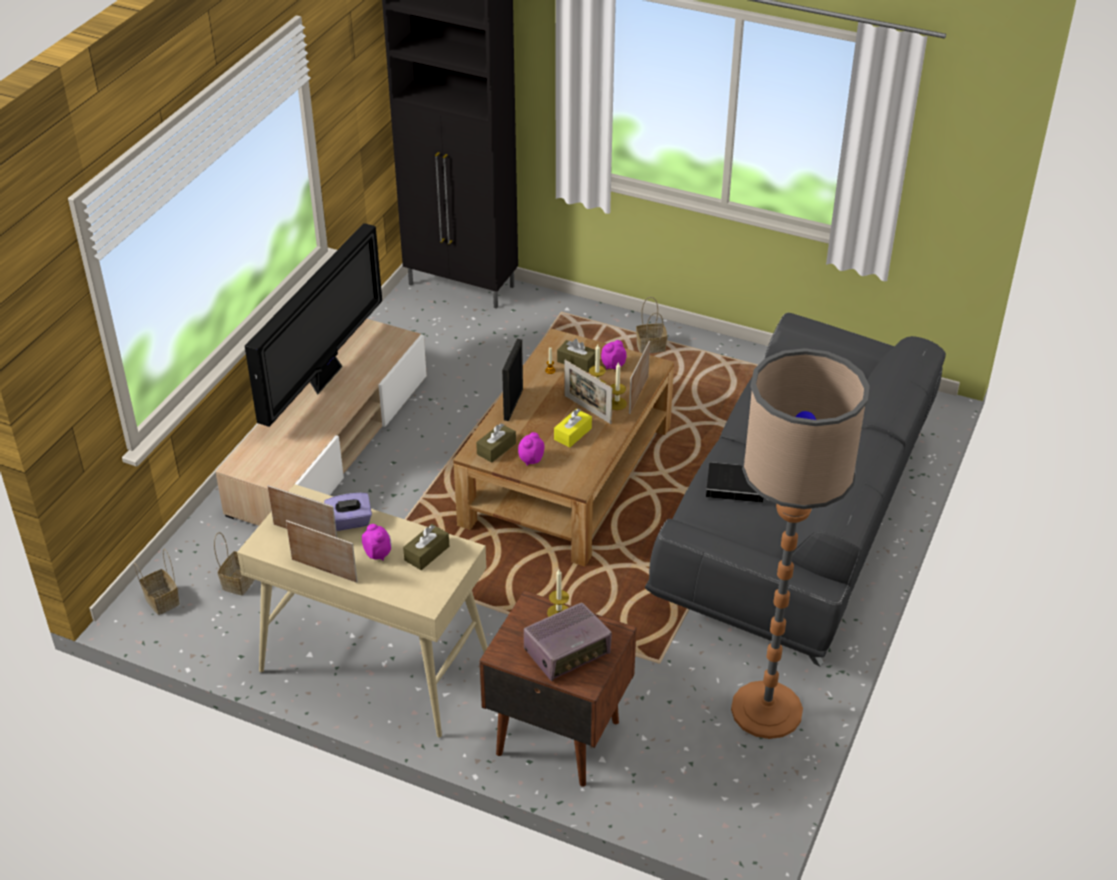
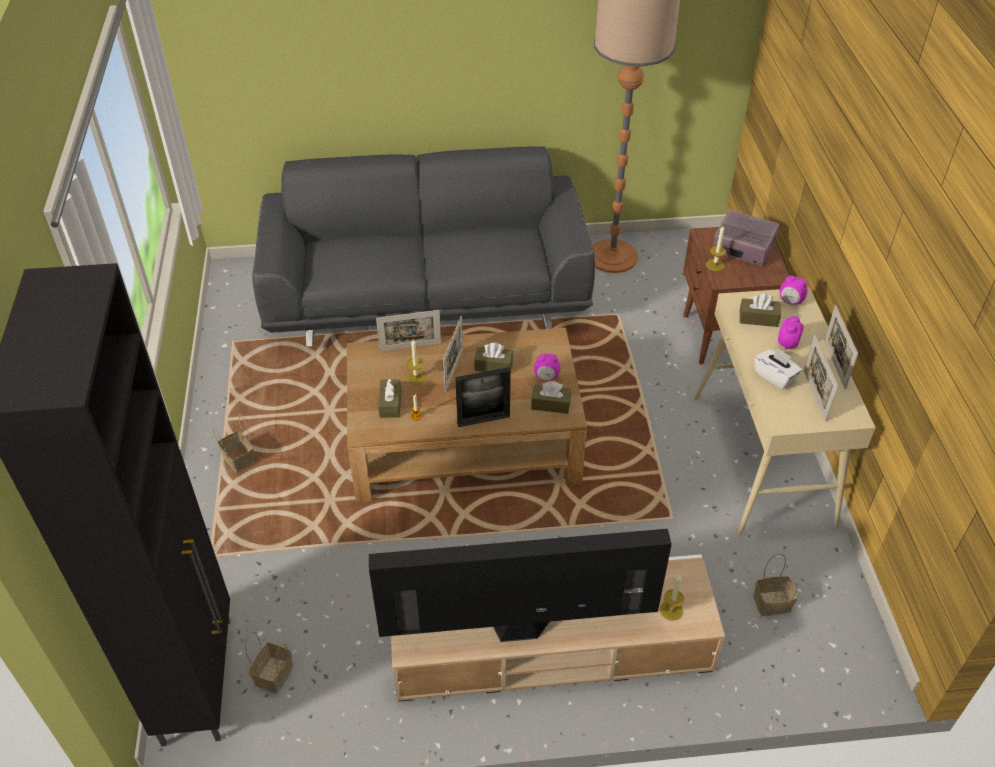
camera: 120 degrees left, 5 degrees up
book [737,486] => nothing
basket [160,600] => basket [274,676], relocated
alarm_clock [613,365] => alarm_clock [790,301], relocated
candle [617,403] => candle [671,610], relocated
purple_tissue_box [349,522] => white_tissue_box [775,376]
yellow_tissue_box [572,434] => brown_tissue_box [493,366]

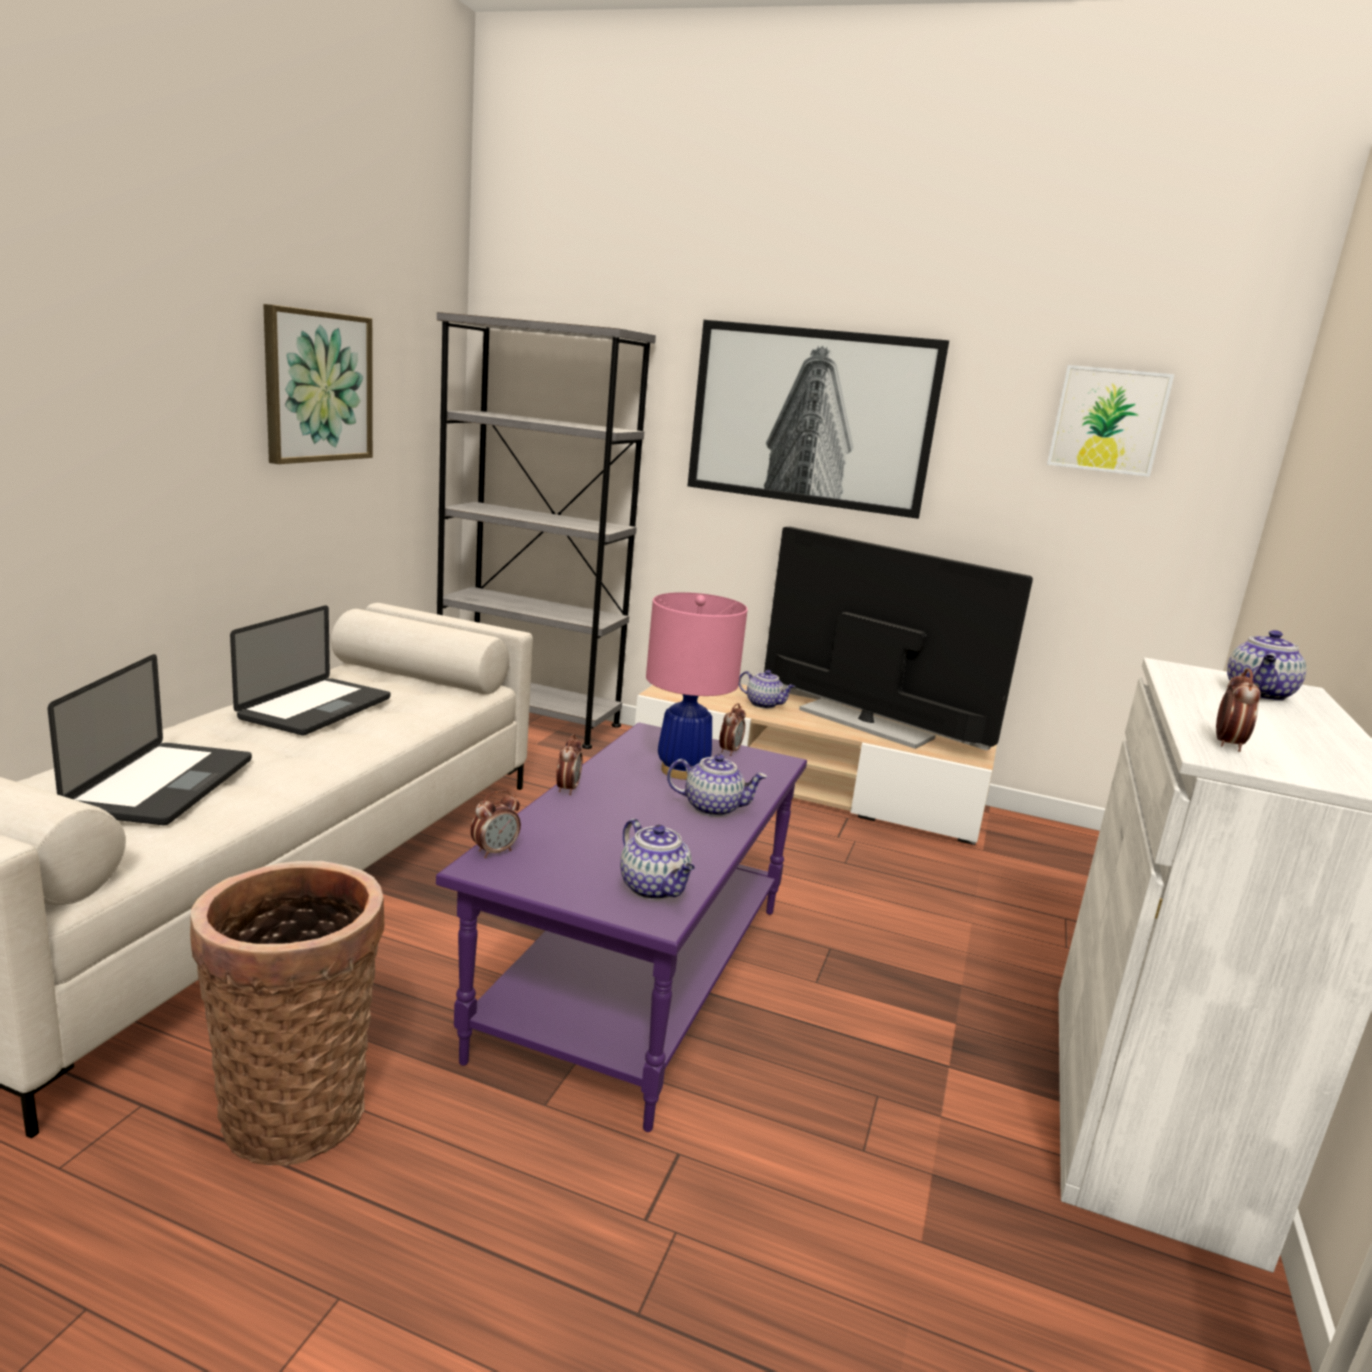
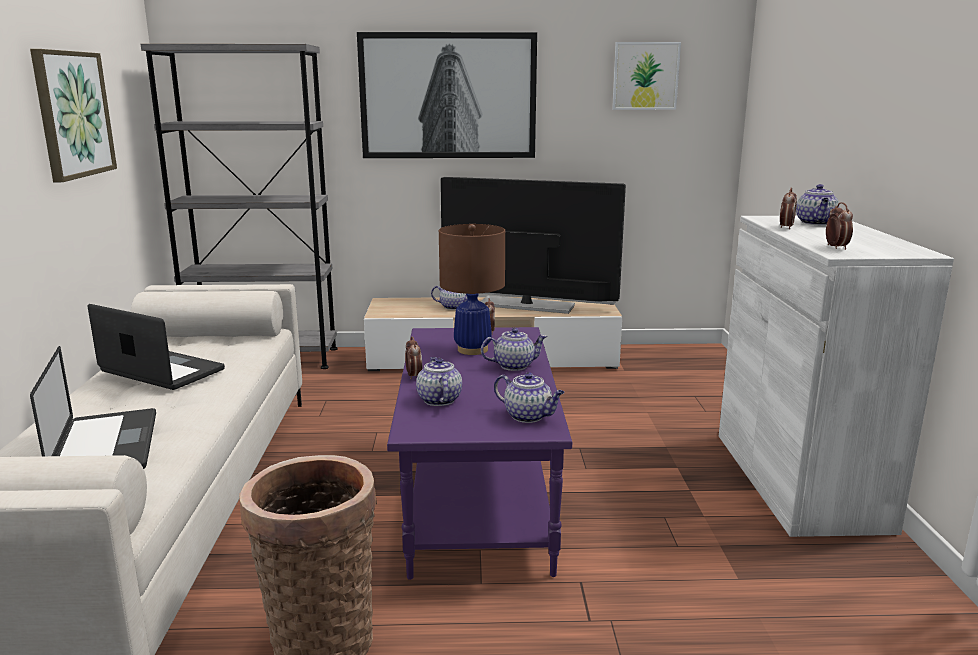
camera: 20 degrees left, 0 degrees up
nothing => teapot [438,400]
alarm_clock [495,852] => alarm_clock [786,227], relocated
pink_table_lamp [683,771] => brown_table_lamp [473,349]
laptop [316,708] => laptop [162,371], 60 degrees counterclockwise

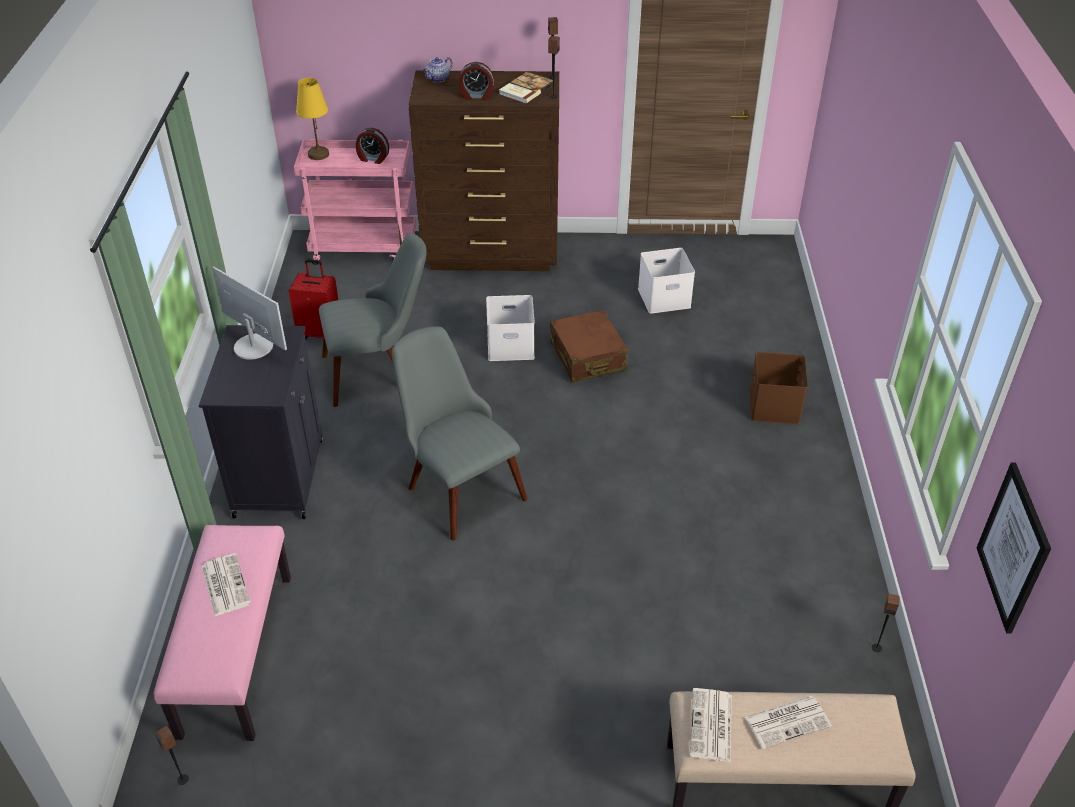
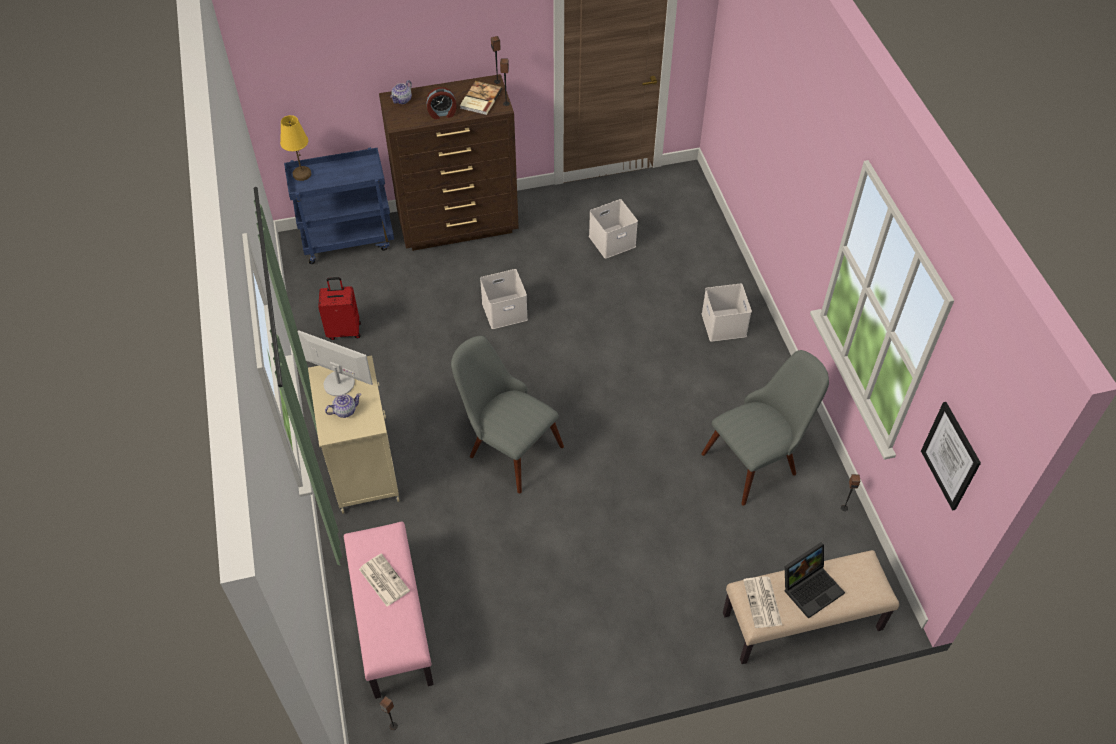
camera: 15 degrees left, 10 degrees up
alarm_clock [373,159] => nothing
brown_suitcase [587,357] => nothing
nothing => teapot [344,411]
grey_chair [379,371] => grey_chair [758,458], relocated
newspaper [788,721] => laptop [811,587]
black_cabinet [279,476] => beige_cabinet [364,468]
pink_cart [365,249] => blue_cart [349,240]
brown_storage_box [775,406] => white_storage_box [724,325]

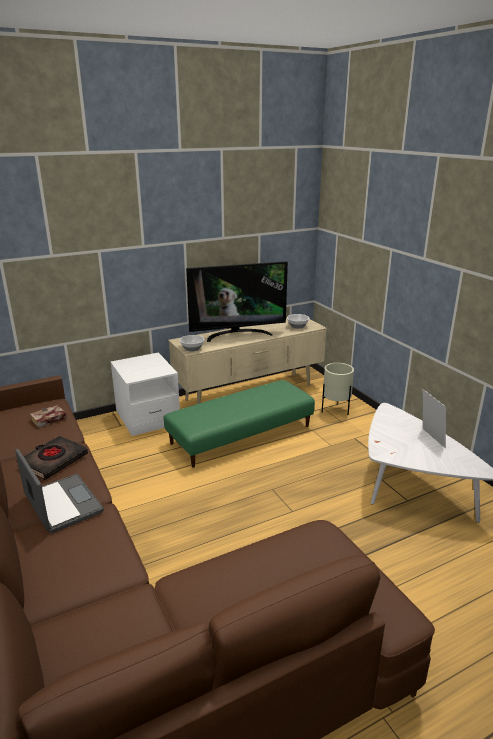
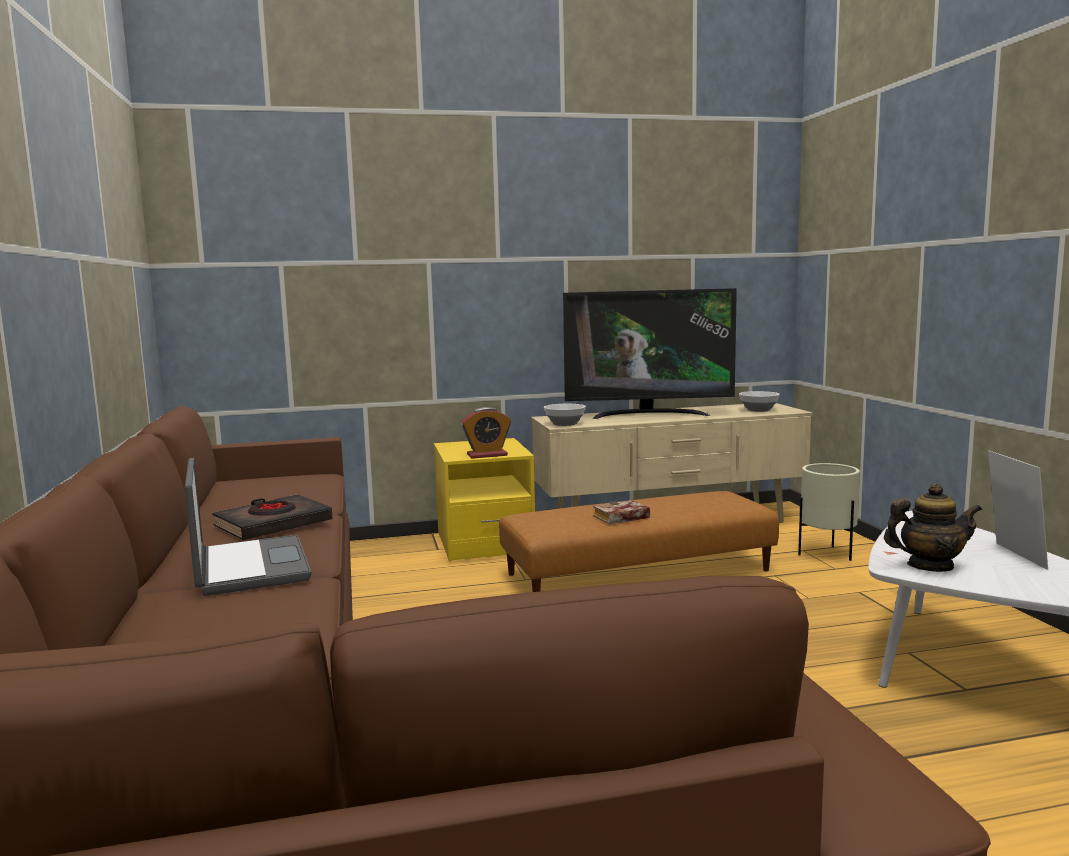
camera: 15 degrees right, 15 degrees down
nothing => alarm_clock [487,455]
nothing => teapot [929,566]
book [48,420] => book [620,518], relocated
white_nightstand [147,418] => yellow_nightstand [485,543]
green_ottoman [241,434] => brown_ottoman [637,572]

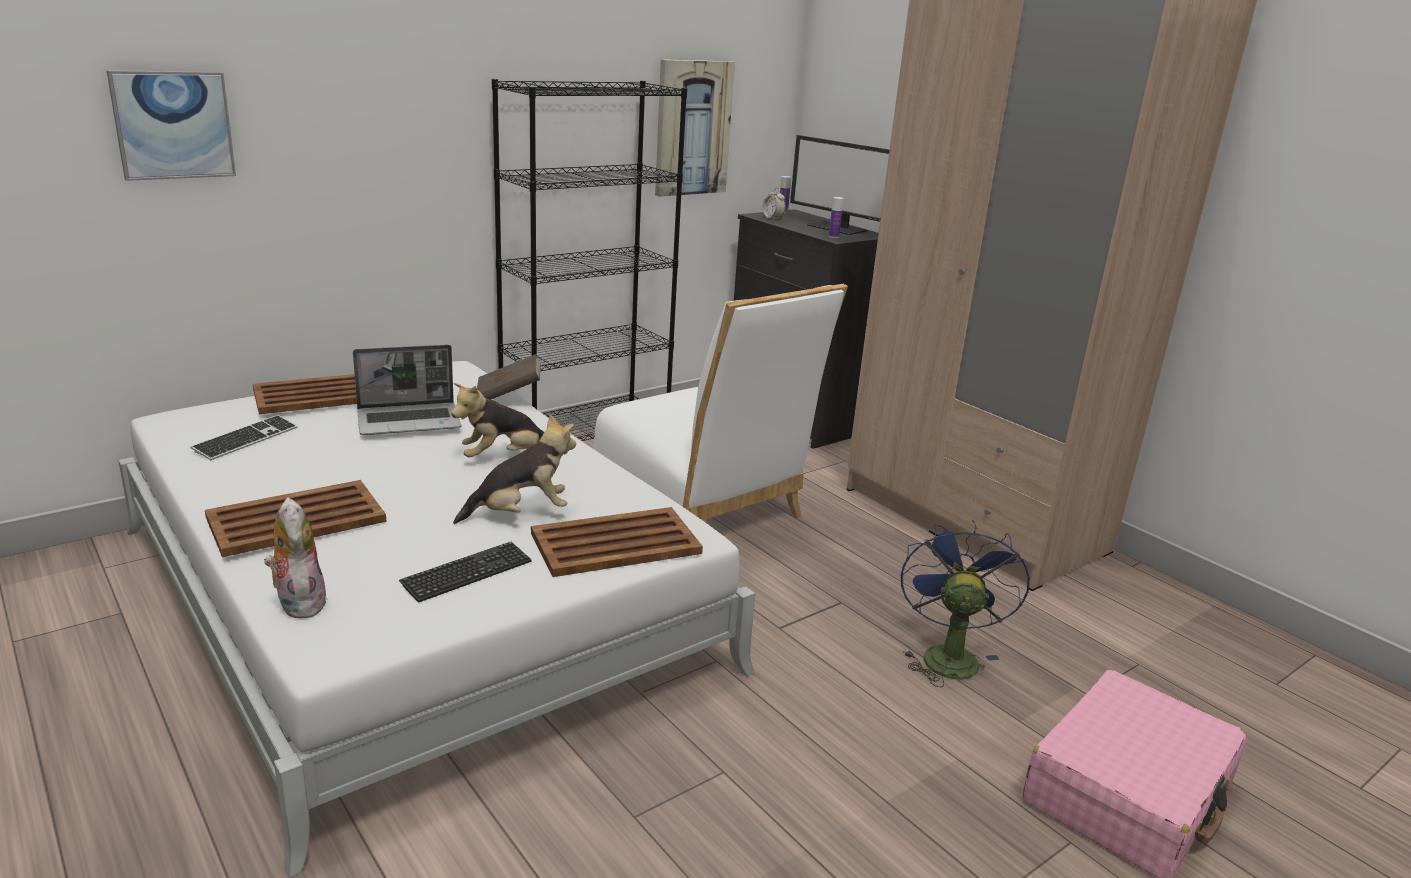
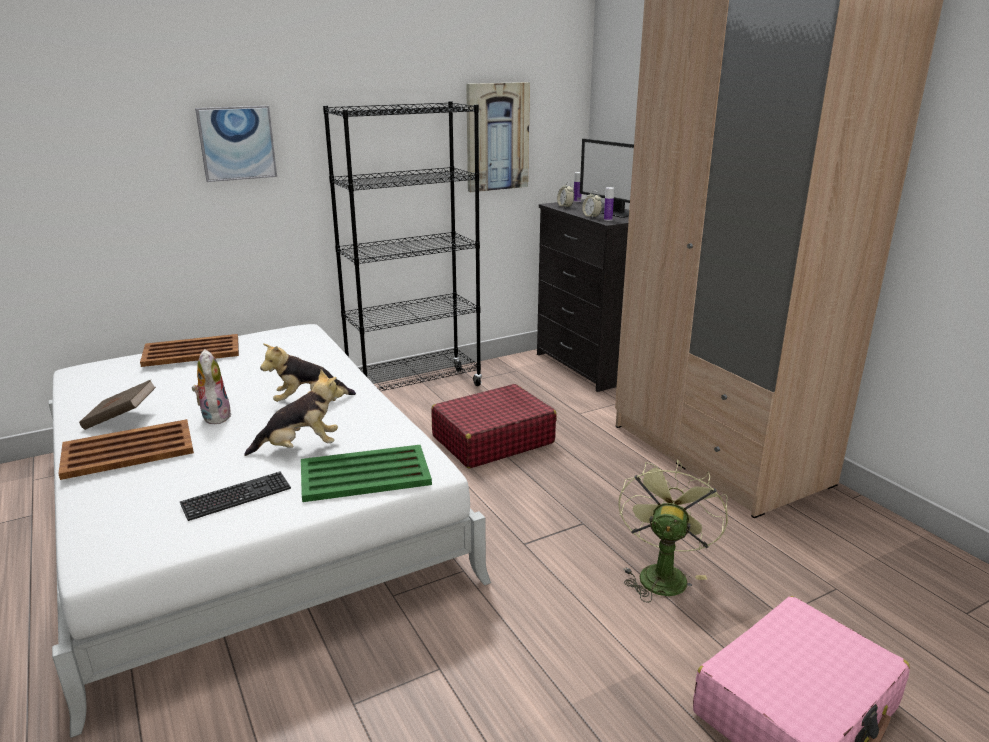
camera: 10 degrees right, 0 degrees up
keyboard [246,440] => nothing
laptop [410,421] => nothing
nothing => alarm_clock [591,217]
picture [173,125] => picture [237,143], relocated
plush_toy [298,603] => plush_toy [214,416], relocated
brown_book [508,395] => brown_book [121,419], relocated
white_chair [703,507] => red_suitcase [492,440]
brown_tray [617,543] => green_tray [366,474]
blue_fan [947,655] => green_fan [662,573]

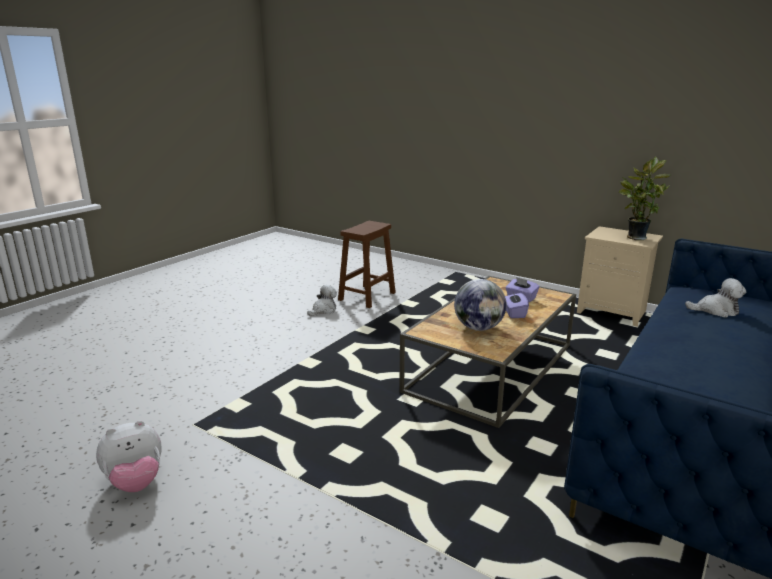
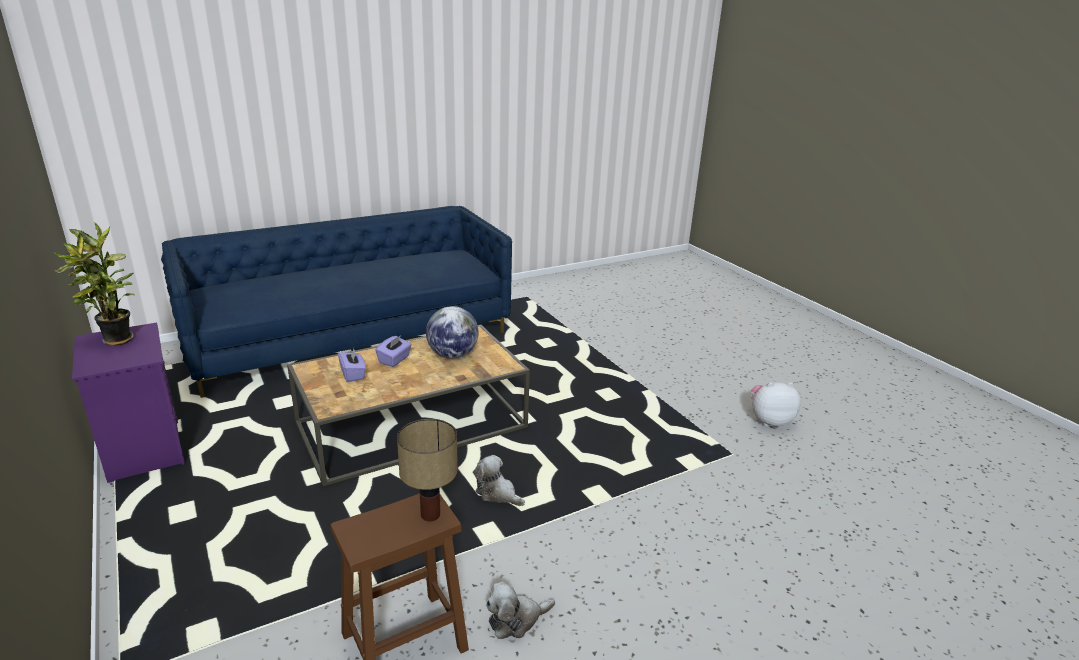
camera: 155 degrees left, 5 degrees up
nothing => table_lamp [431,515]
plush_toy [716,311] => plush_toy [497,494], relocated
beige_nightstand [613,312] => purple_nightstand [143,450]

